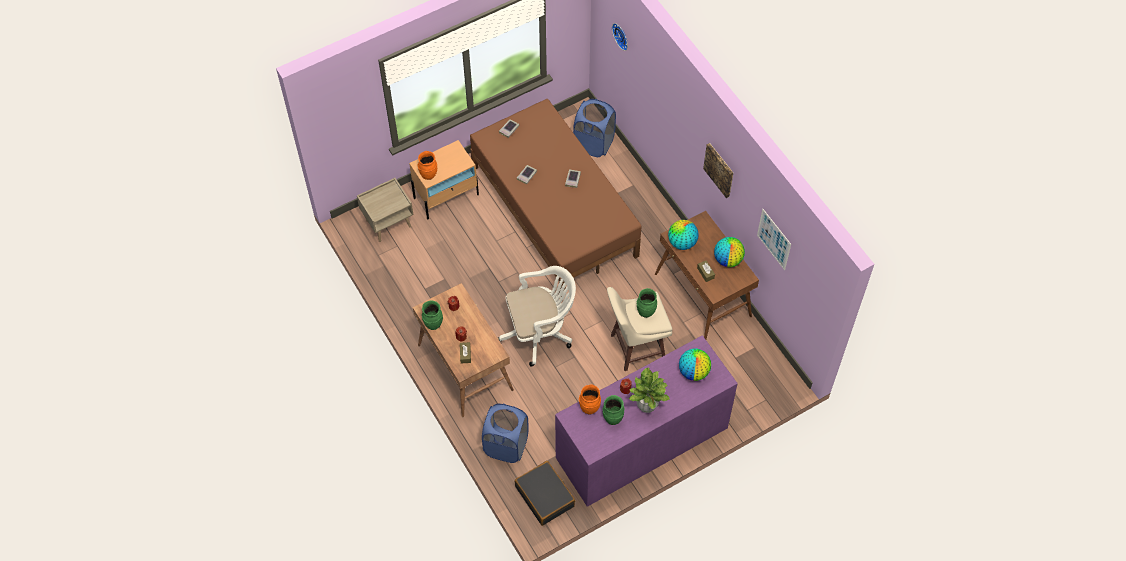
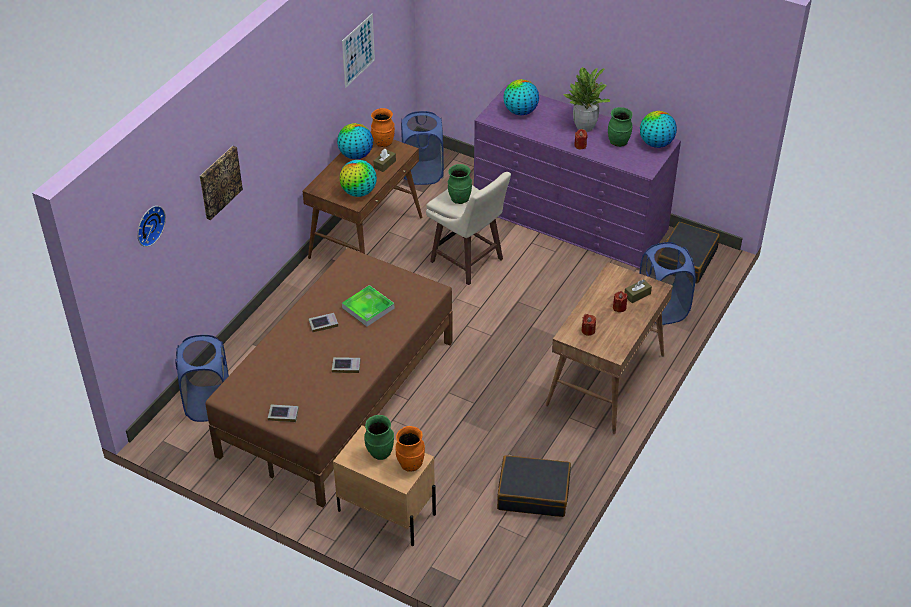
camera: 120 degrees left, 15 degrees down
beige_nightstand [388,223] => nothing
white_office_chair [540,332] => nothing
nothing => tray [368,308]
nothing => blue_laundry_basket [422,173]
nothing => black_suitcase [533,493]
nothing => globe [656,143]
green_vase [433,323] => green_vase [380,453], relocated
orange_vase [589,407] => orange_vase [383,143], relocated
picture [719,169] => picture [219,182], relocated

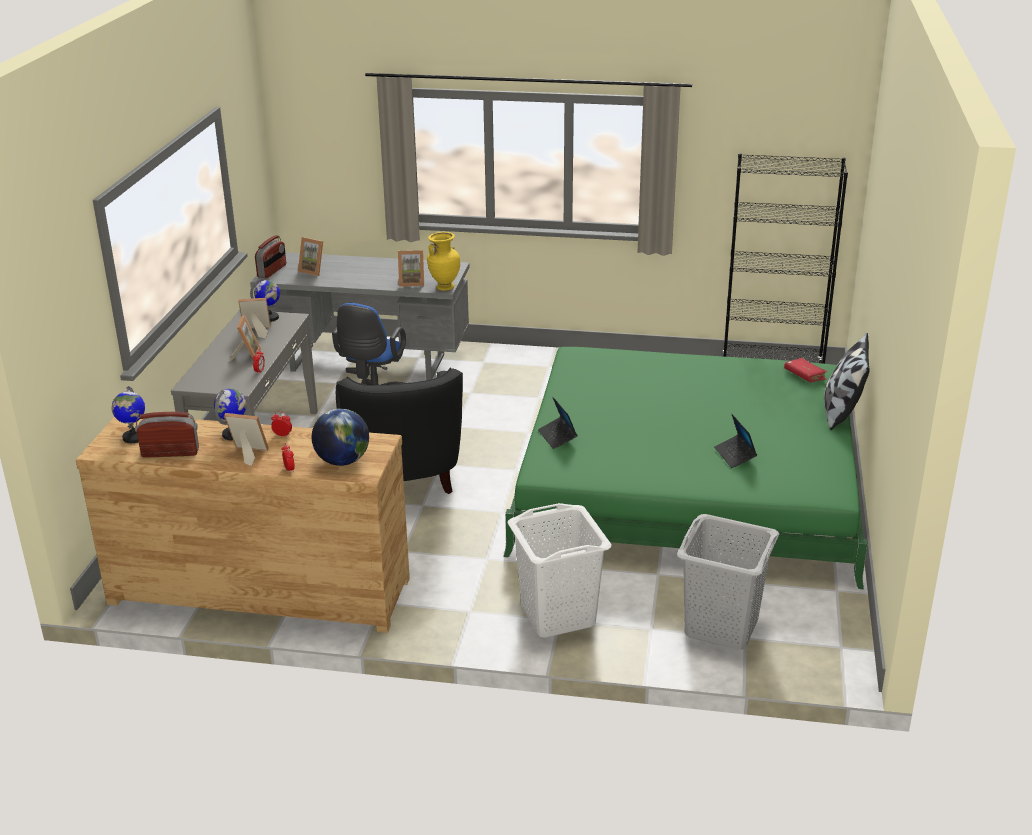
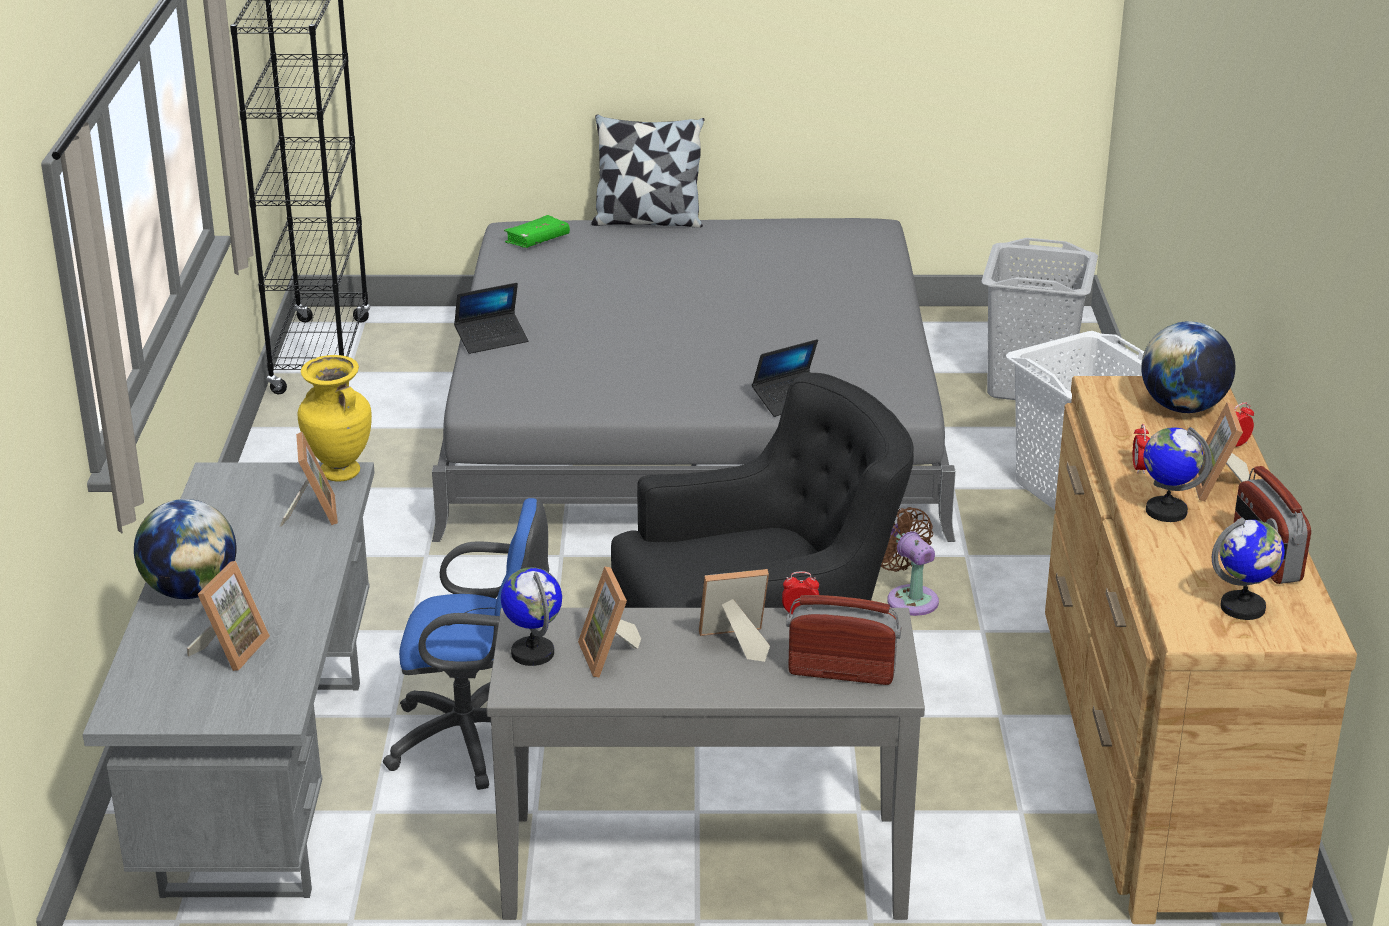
camera: 100 degrees left, 0 degrees up
nothing => globe [191,591]
nothing => brown_fan [909,598]
radio [272,271] => radio [841,672], relocated
laptop [735,455] => laptop [492,339], relocated
green_bed [688,482] => grey_bed [693,413]
red_book [804,375] => green_book [537,240]

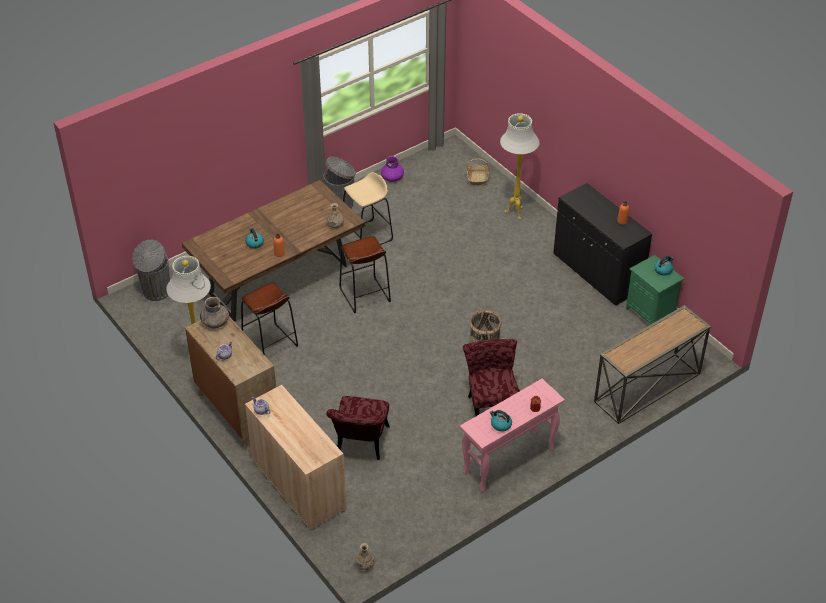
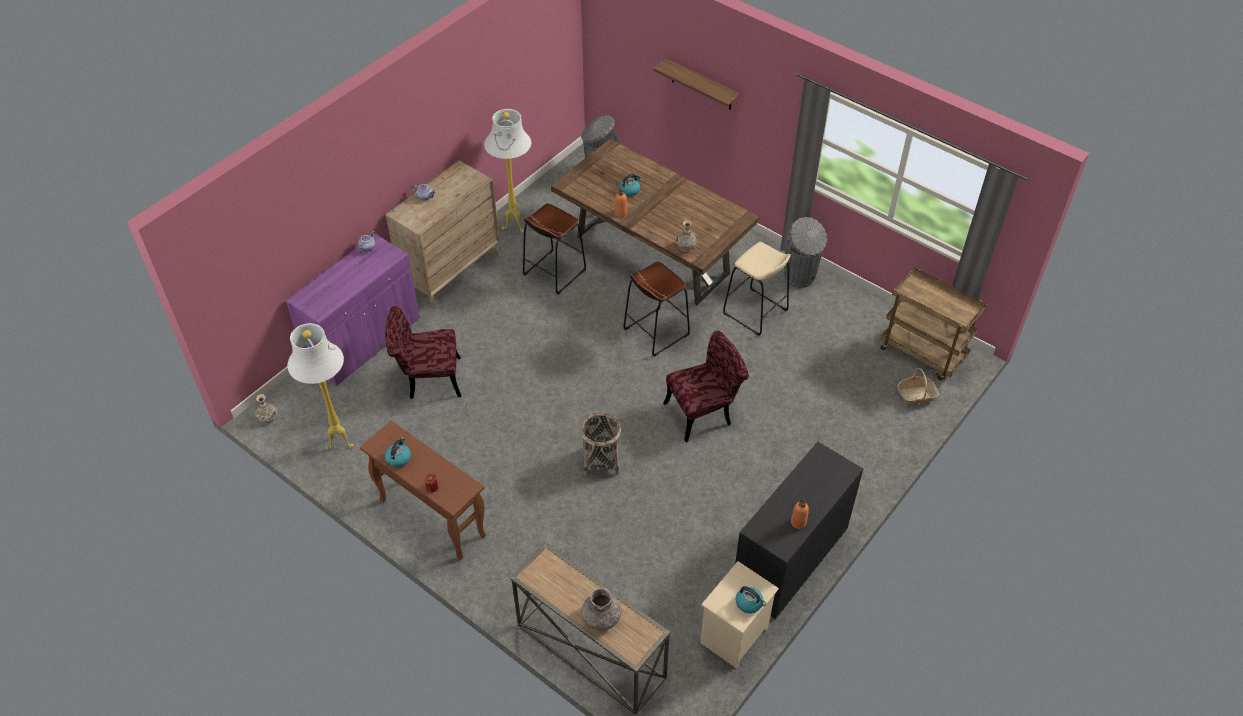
camera: 75 degrees right, 5 degrees up
purple_vase [392,178] => nothing
nothing => shelf [701,85]
nothing => brown_cart [923,353]
grey_vase [215,322] => grey_vase [601,617], relocated
red_chair [491,405] => red_chair [704,412], relocated
white_floor_lamp [514,214] => white_floor_lamp [339,442], relocated
beige_cabinet [298,485] => purple_cabinet [364,342]
pink_console_table [508,461] => brown_console_table [431,517]
green_nightstand [651,313] => beige_nightstand [734,636]

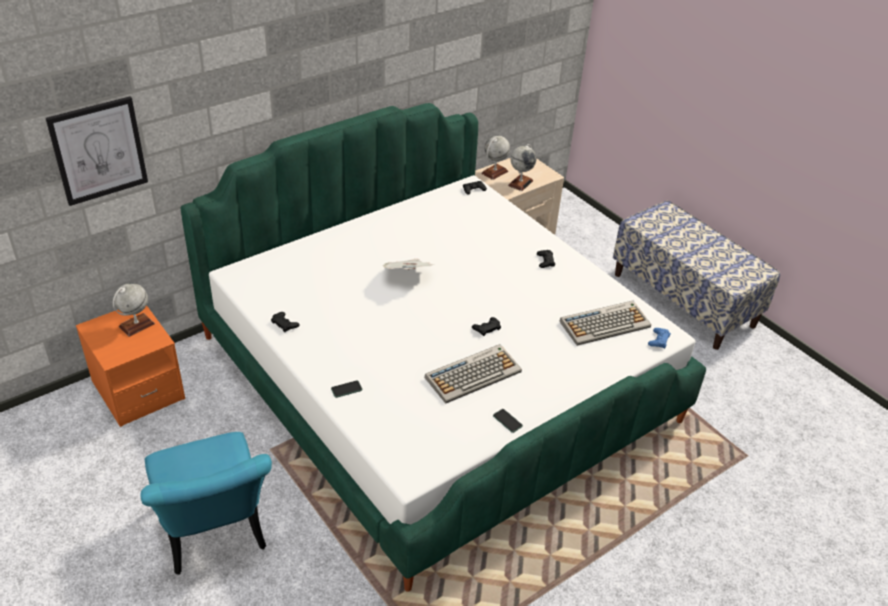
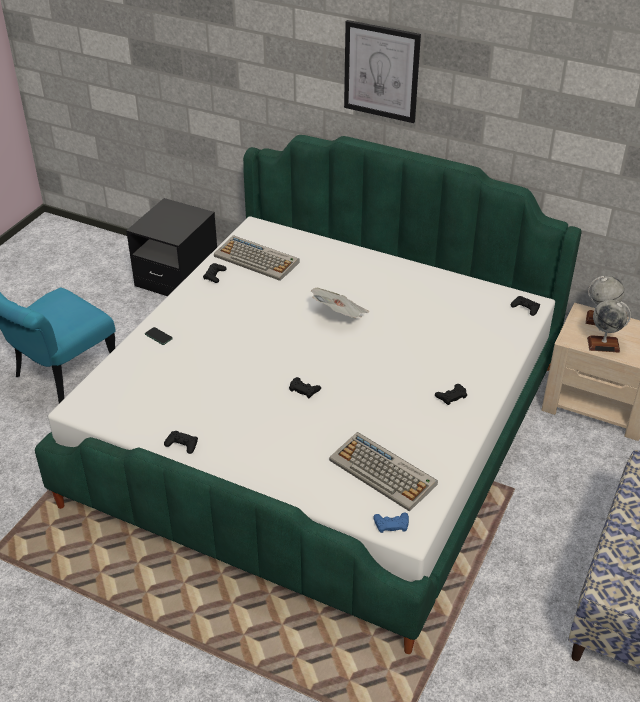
camera: 65 degrees right, 0 degrees up
globe [136,325] => nothing
picture [98,150] => picture [381,71], relocated
keyboard [473,374] => keyboard [257,259], relocated
phone [507,421] => black_game_controller [182,444]
orange_nightstand [138,390] => black_nightstand [177,277]

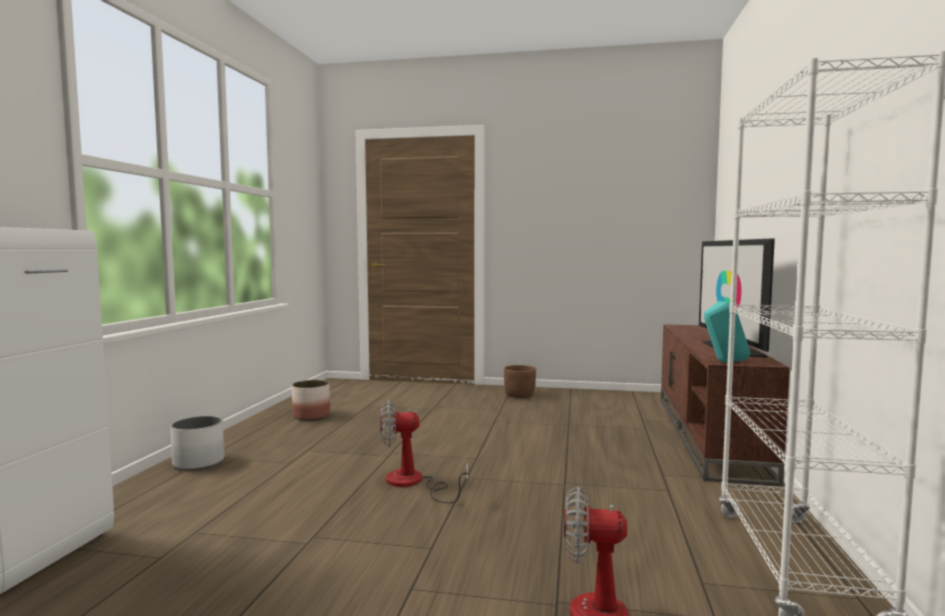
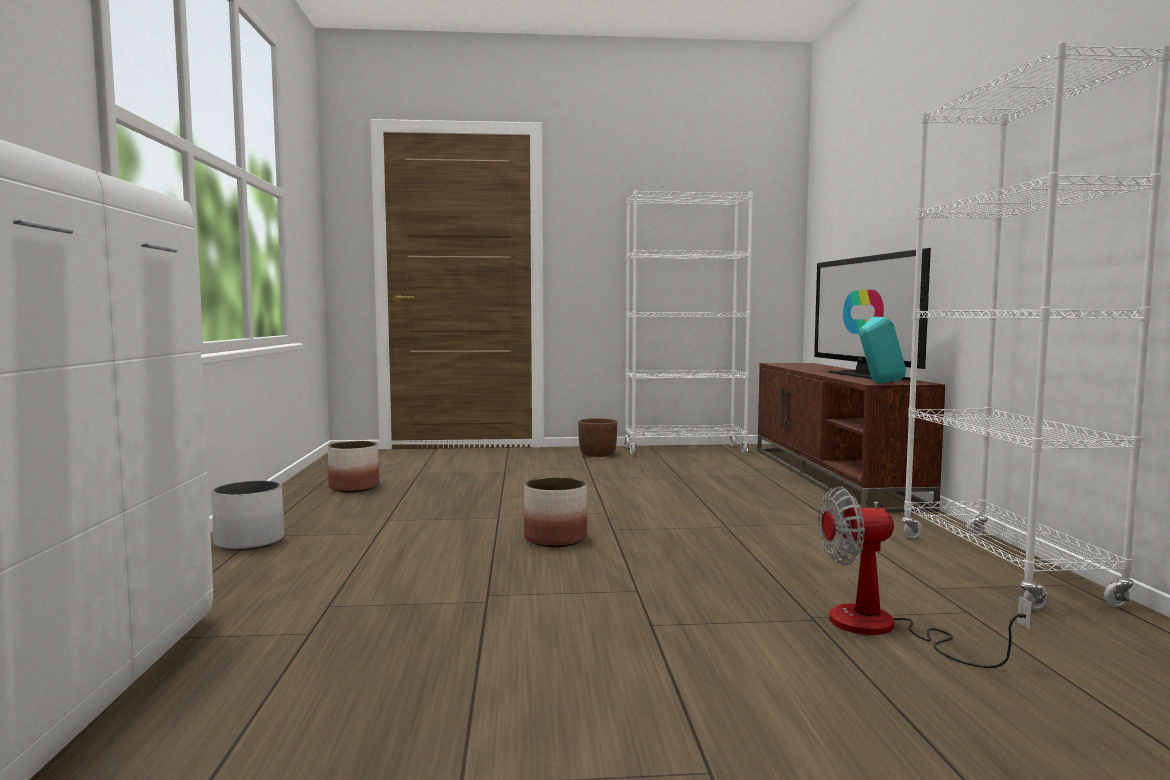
camera: 15 degrees left, 0 degrees up
nothing => white_bookcase [684,450]
fan [413,483] => planter [556,539]

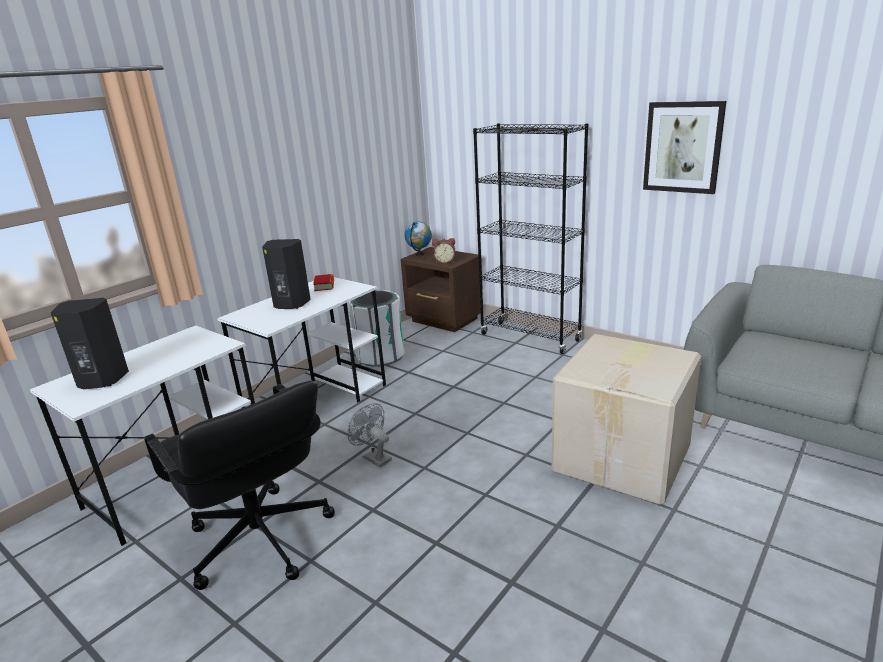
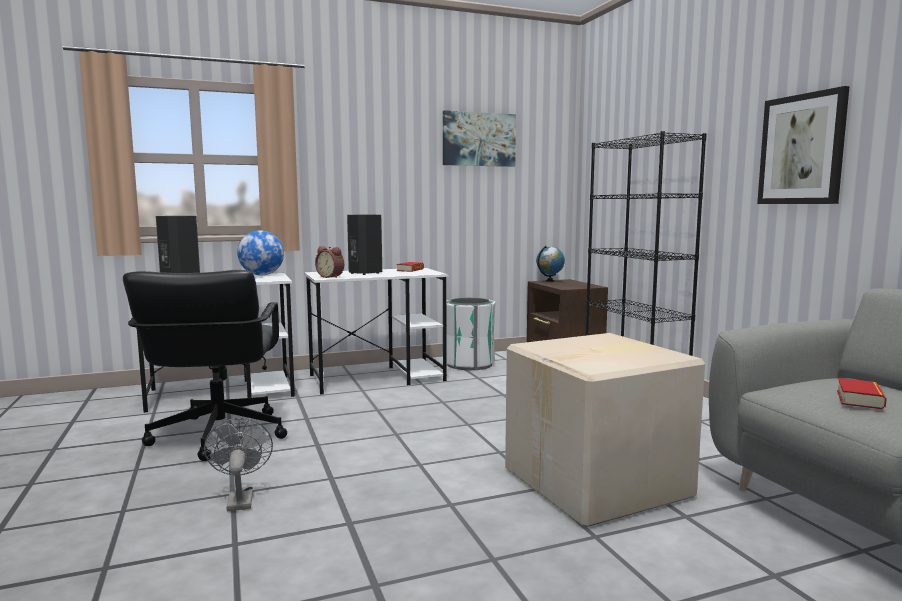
camera: 30 degrees right, 15 degrees down
nothing => globe [262,275]
nothing => picture [478,139]
nothing => book [859,399]
grey_fan [373,458] => grey_fan [240,499], relocated
alarm_clock [444,261] => alarm_clock [331,277], relocated

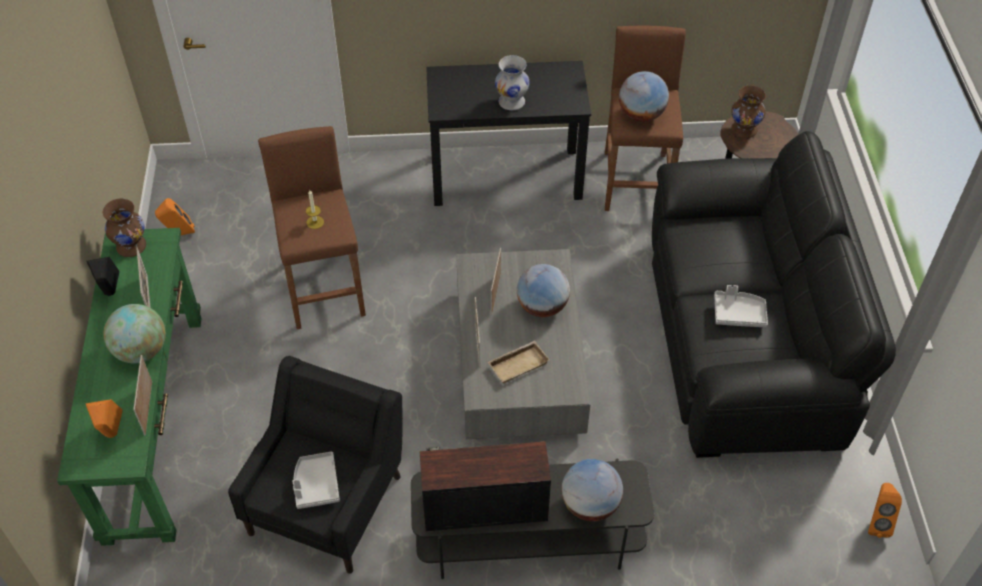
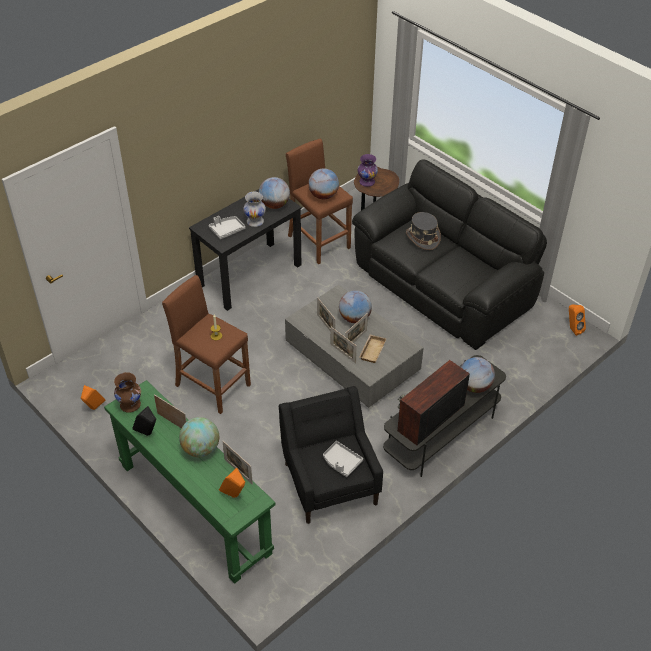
camera: 40 degrees left, 5 degrees down
nothing => globe [274,205]
nothing => picture_frame [355,340]
nothing => grey_hat [422,238]
grey_tray [738,314] => grey_tray [227,230], relocated
brown_vase [743,130] => purple_vase [367,182]

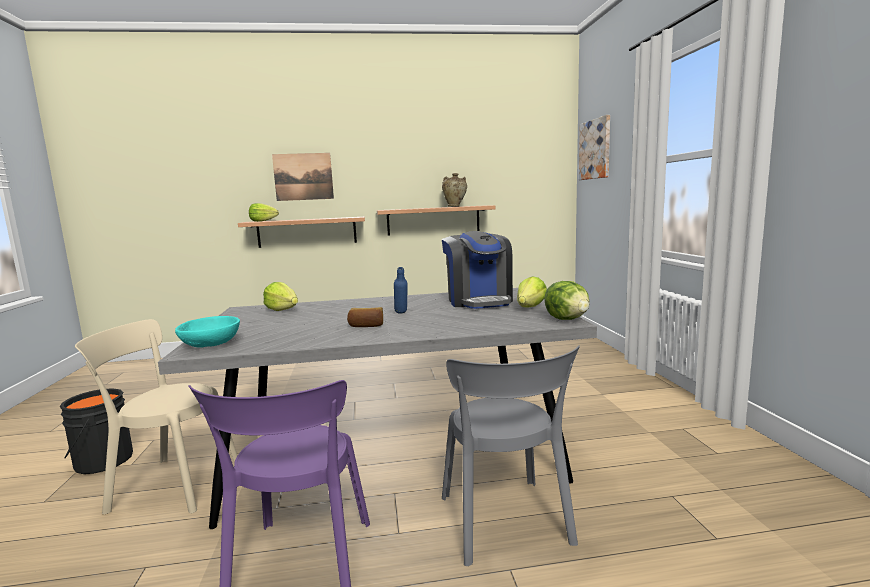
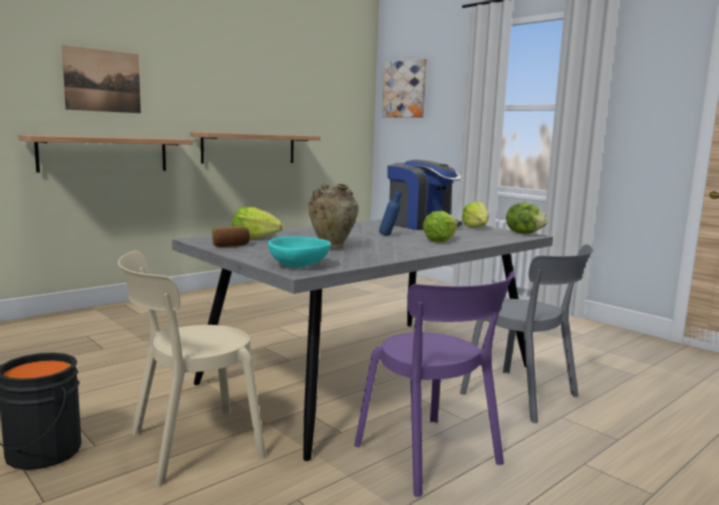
camera: 35 degrees left, 0 degrees up
lettuce [262,221] => lettuce [440,240], relocated
bread [366,326] => bread [230,245], relocated
beige_vase [455,206] => beige_vase [332,247], relocated

